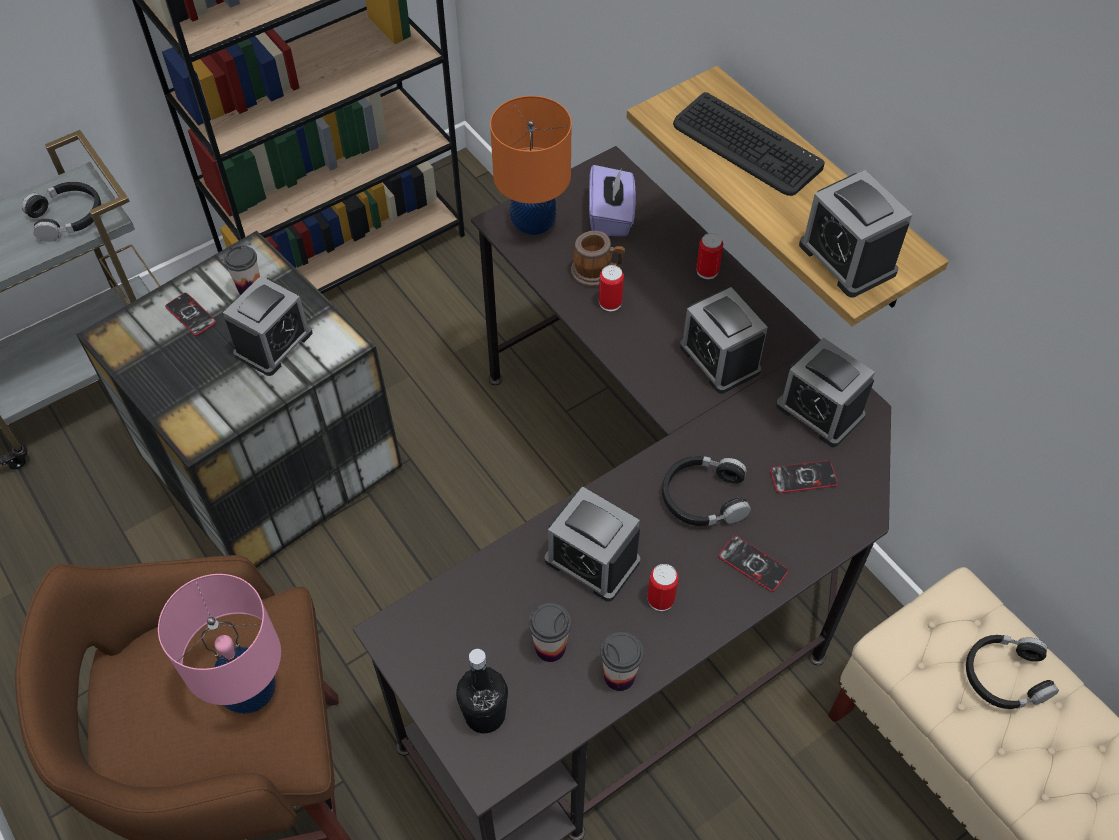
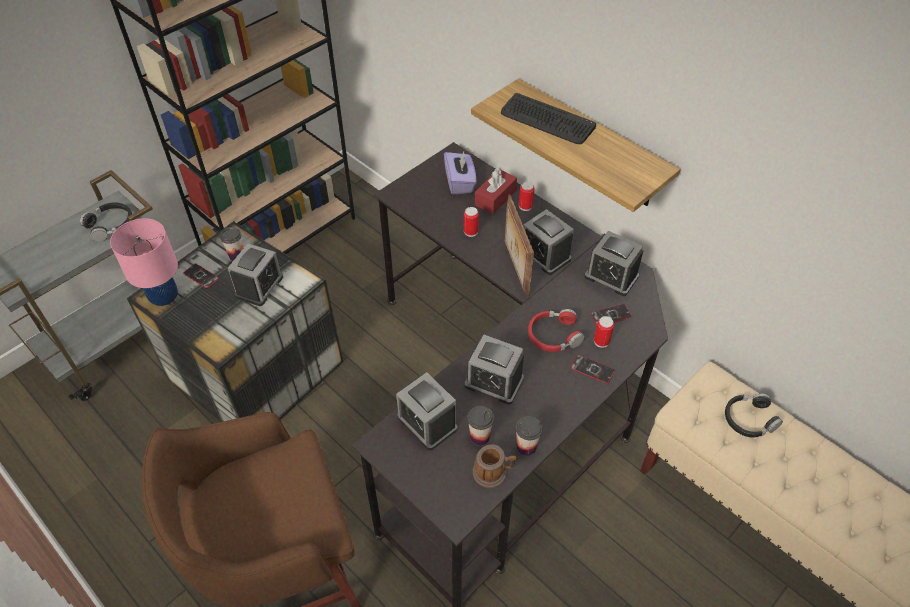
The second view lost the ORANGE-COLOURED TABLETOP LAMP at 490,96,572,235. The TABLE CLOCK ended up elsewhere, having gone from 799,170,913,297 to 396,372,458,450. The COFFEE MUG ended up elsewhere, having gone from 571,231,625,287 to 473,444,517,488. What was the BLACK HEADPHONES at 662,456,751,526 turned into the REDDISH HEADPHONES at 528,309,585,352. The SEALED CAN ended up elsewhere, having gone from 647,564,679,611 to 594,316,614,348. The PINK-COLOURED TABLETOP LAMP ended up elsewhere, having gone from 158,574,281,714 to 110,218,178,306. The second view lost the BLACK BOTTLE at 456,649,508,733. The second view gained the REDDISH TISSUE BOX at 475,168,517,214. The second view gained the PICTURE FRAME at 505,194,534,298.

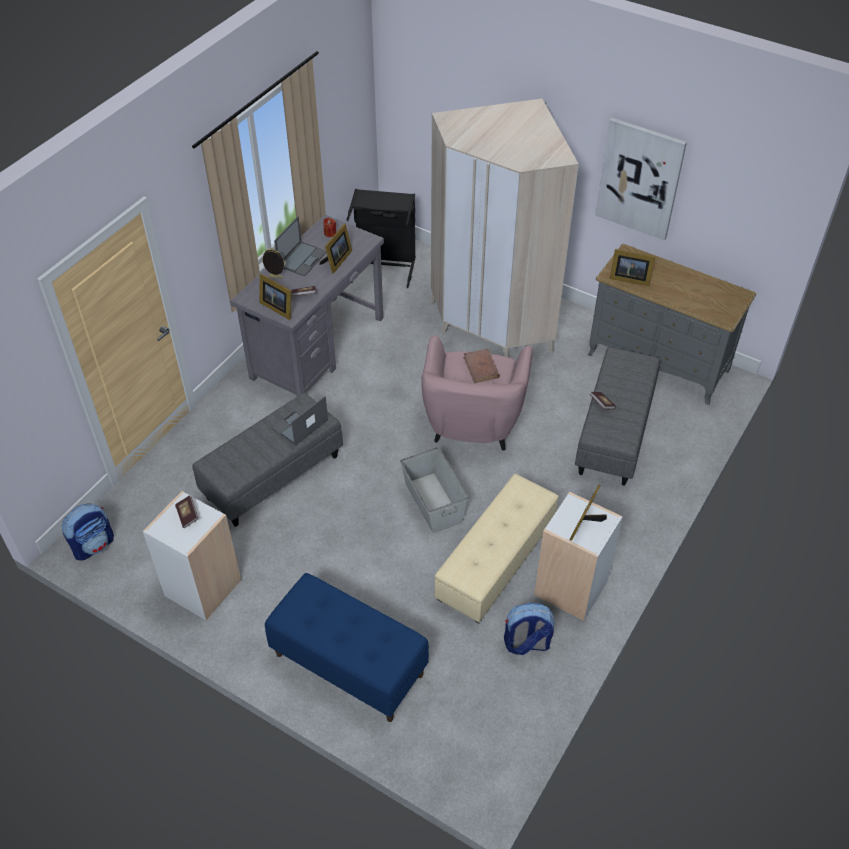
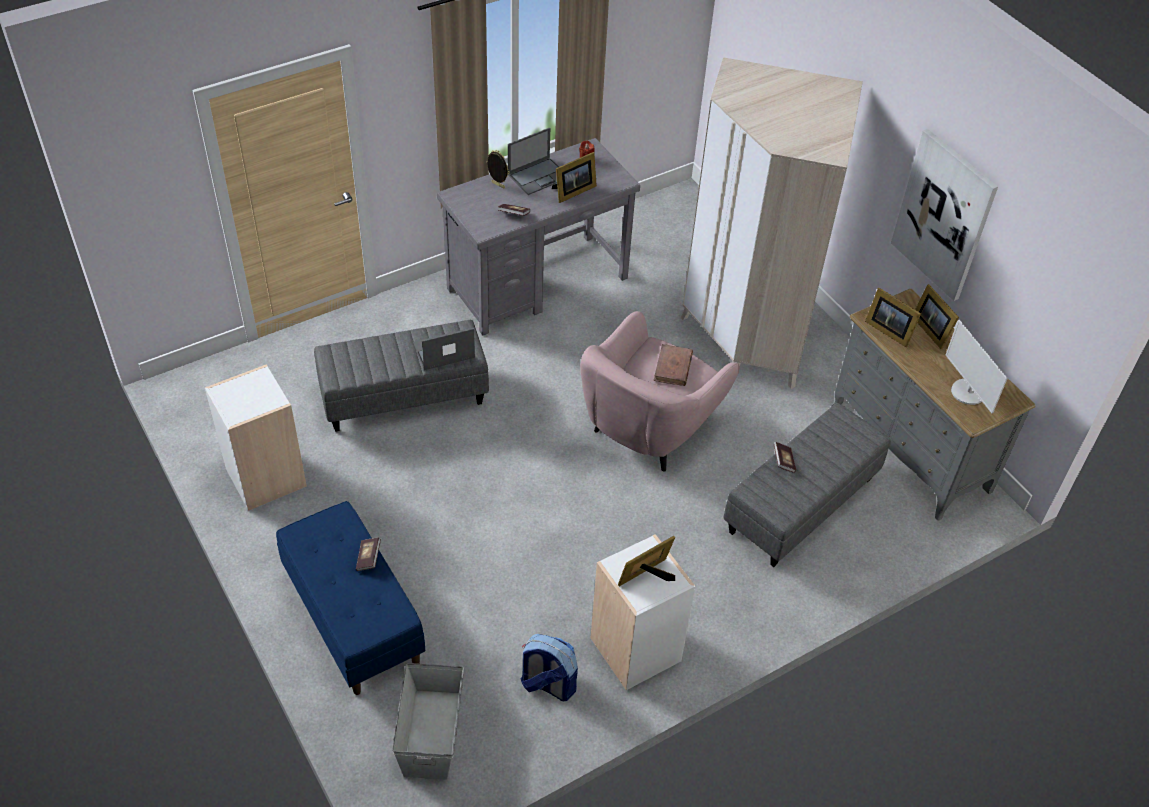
The second view lost the BLACK WASHING BASKET at 346,189,416,288. The PICTURE FRAME ended up elsewhere, having gone from 259,274,291,320 to 915,284,959,349. The GREYISH STORAGE BOX ended up elsewhere, having gone from 400,447,469,533 to 392,663,464,780. The second view lost the BEIGE-COLOURED POUFFE at 435,474,559,623. The BOUND BOOK ended up elsewhere, having gone from 175,495,199,528 to 356,537,381,571. The second view lost the KNAPSACK at 62,504,114,561. The second view gained the MONITOR at 946,320,1008,414.

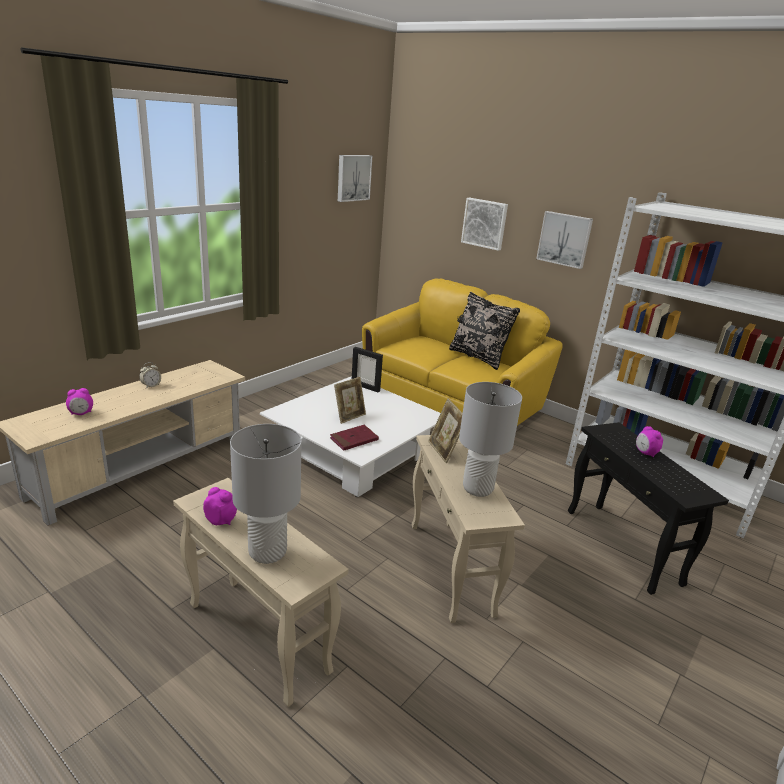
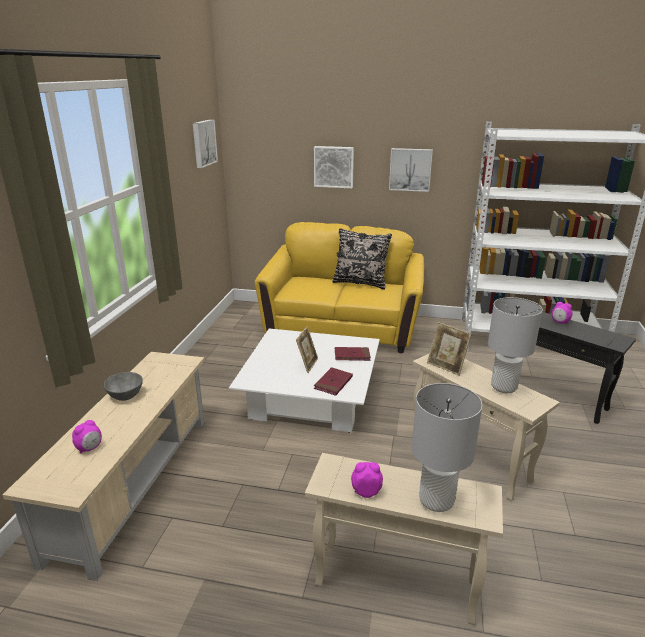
The second view lost the PICTURE FRAME at 352,347,383,392. Where the TABLE CLOCK stood at 139,362,161,389, the GREYISH BOWL came to stand at 104,372,143,401. The second view gained the REDDISH BOUND BOOK at 335,347,371,361.

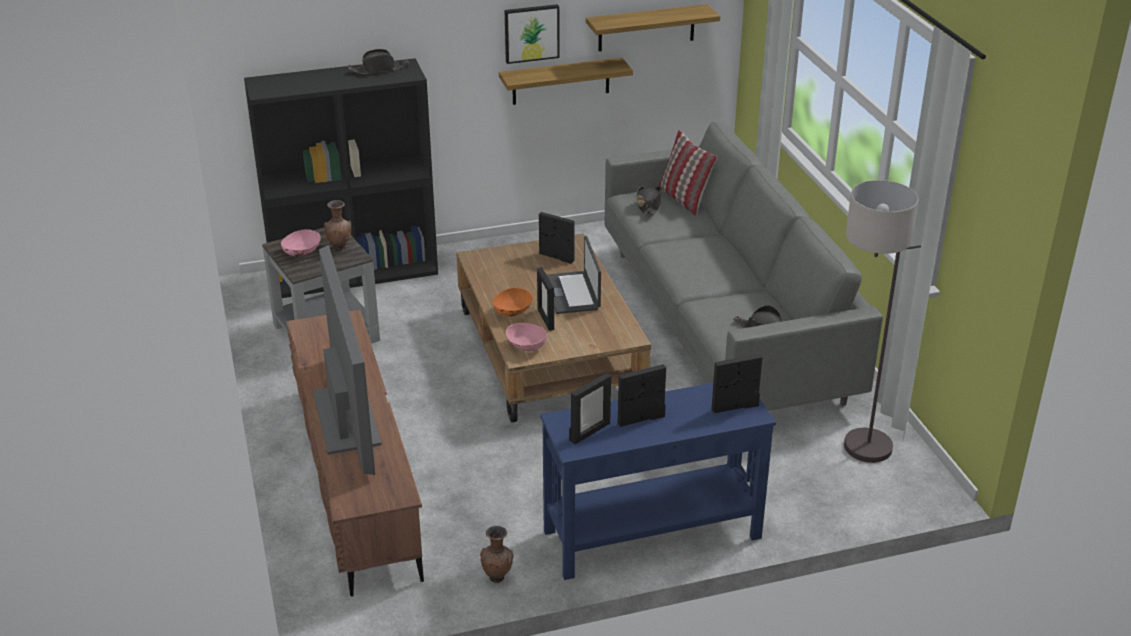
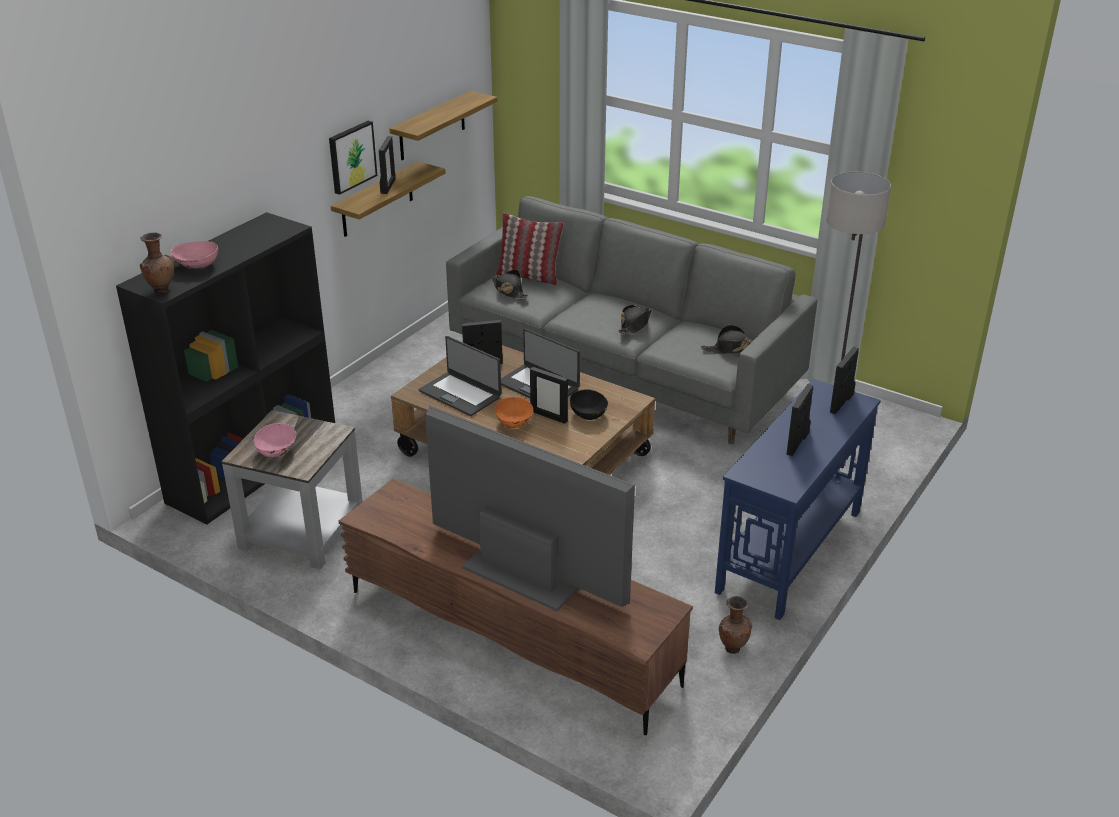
The BLACK CLOTHING HAT ended up elsewhere, having gone from 348,49,410,74 to 618,305,652,334. The BROWN VASE ended up elsewhere, having gone from 324,200,352,251 to 140,232,174,294. The PINK-COLOURED BOWL ended up elsewhere, having gone from 506,323,547,351 to 170,241,218,268. The PICTURE FRAME ended up elsewhere, having gone from 569,373,611,445 to 379,136,396,194. The second view gained the LAPTOP at 419,336,501,416. The second view gained the BLACK BOWL at 570,389,608,420.

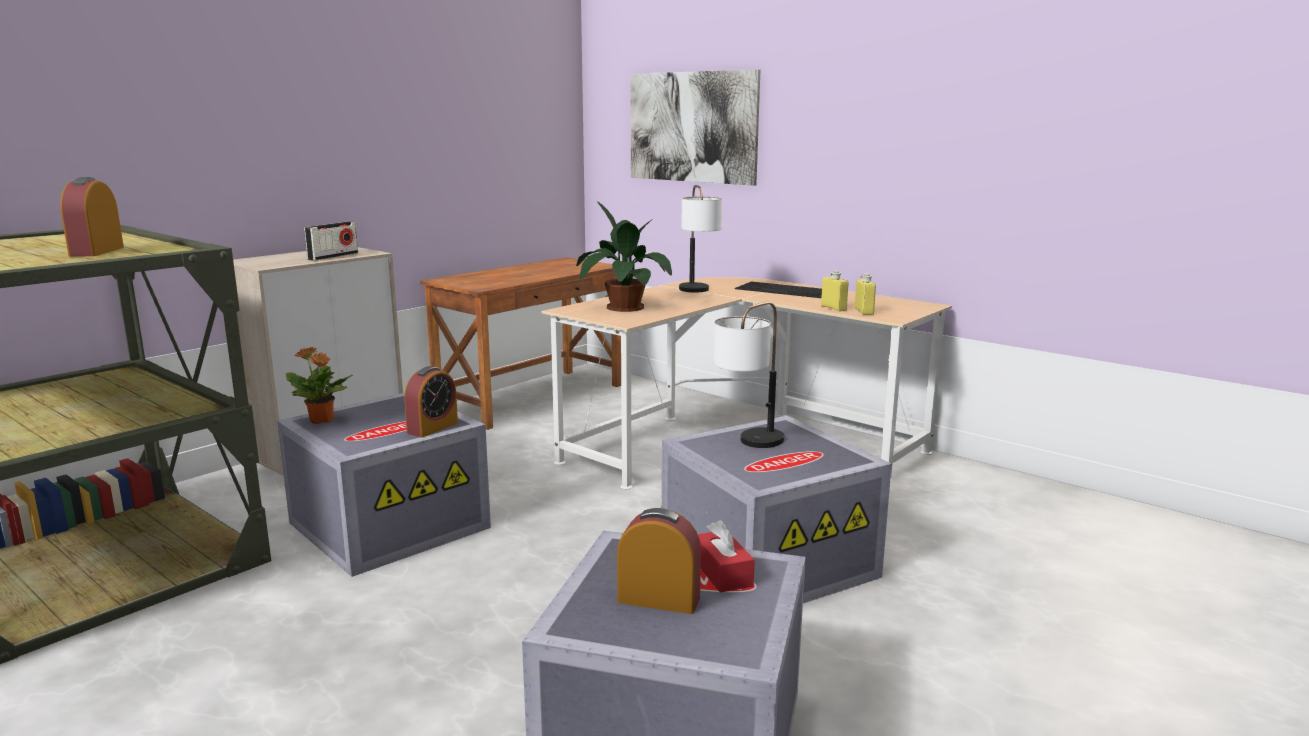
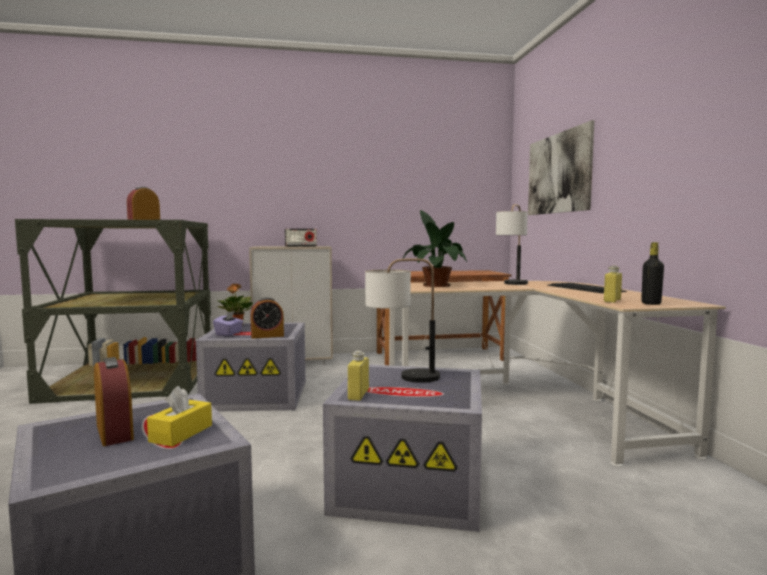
The YELLOWISH BOTTLE ended up elsewhere, having gone from 821,271,849,312 to 348,351,369,401. What was the REDDISH TISSUE BOX at 698,520,755,593 turned into the YELLOWISH TISSUE BOX at 147,386,212,447. The second view gained the BLACK BOTTLE at 641,242,664,305. The second view gained the PURPLE-COLOURED TISSUE BOX at 213,311,244,336.

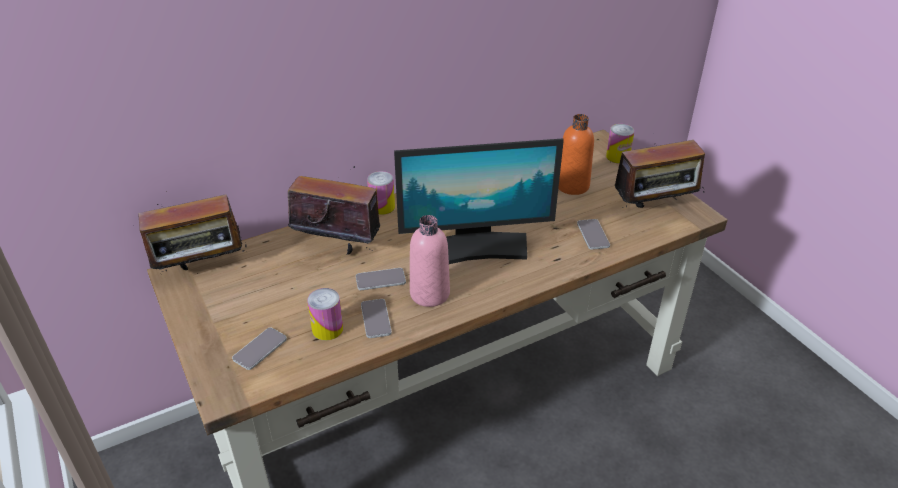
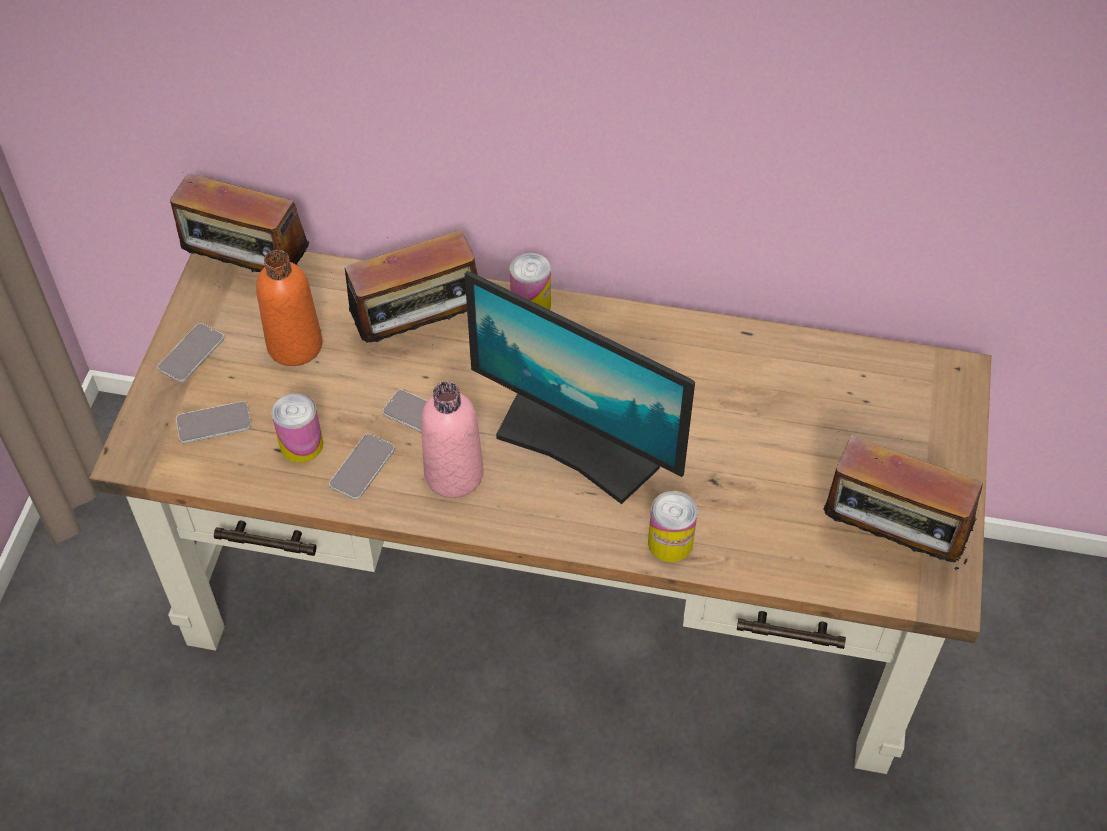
The ORANGE-COLOURED BOTTLE ended up elsewhere, having gone from 558,114,594,195 to 256,250,322,366. The SEALED CAN ended up elsewhere, having gone from 606,124,635,163 to 648,491,698,562. The RADIO RECEIVER at 288,166,380,255 ended up facing another way, 105 degrees clockwise from before. The TELEPHONE ended up elsewhere, having gone from 577,219,610,250 to 158,323,224,382.

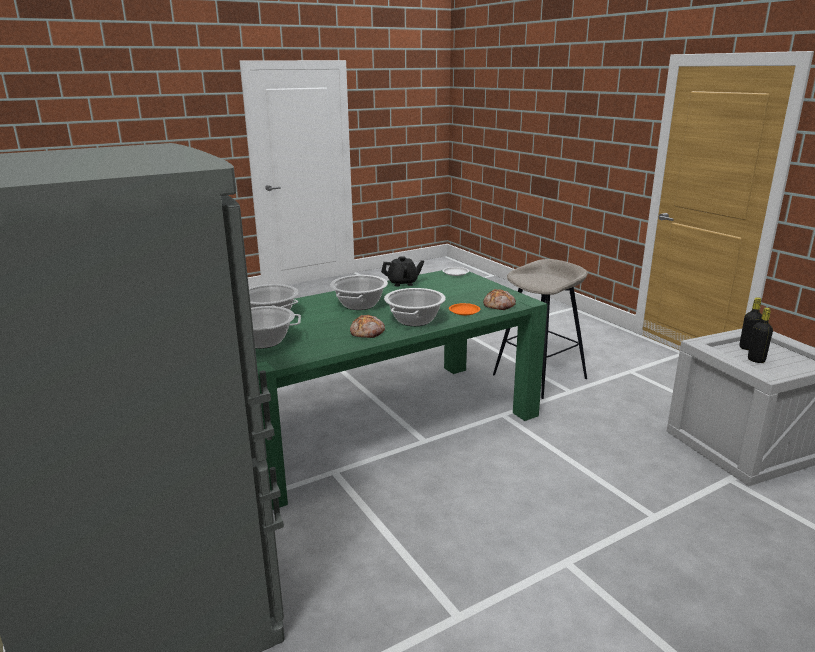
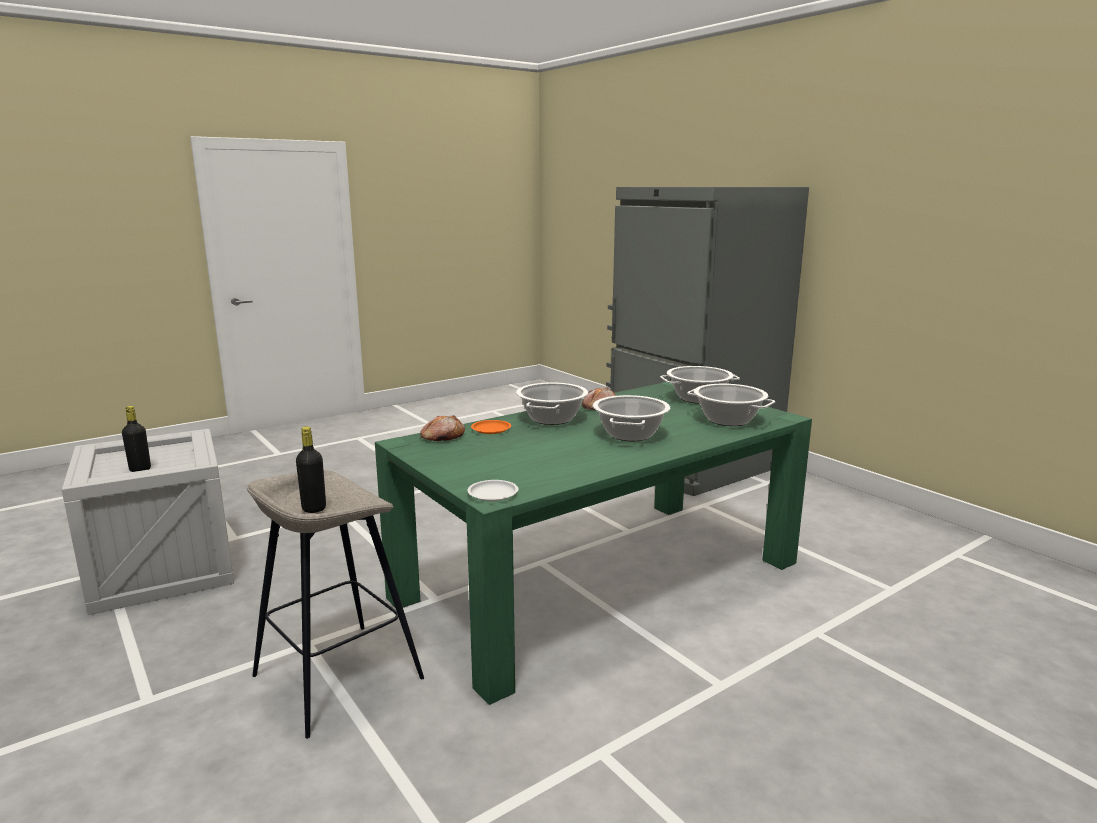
The second view lost the BLACK POT FOR TEA at 381,256,424,287. The BLACK BOTTLE ended up elsewhere, having gone from 748,308,773,363 to 296,426,326,513.

